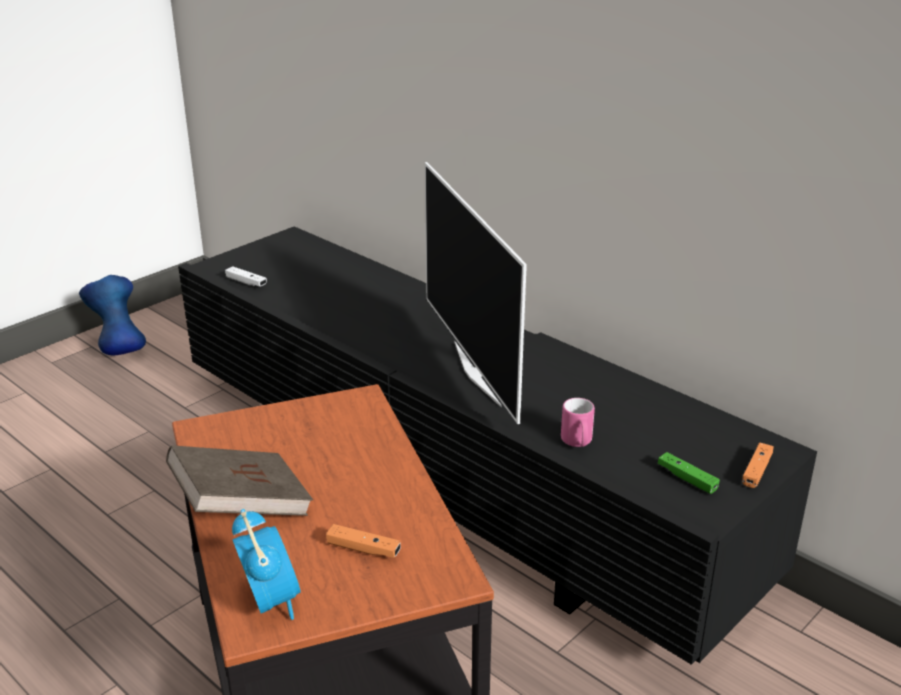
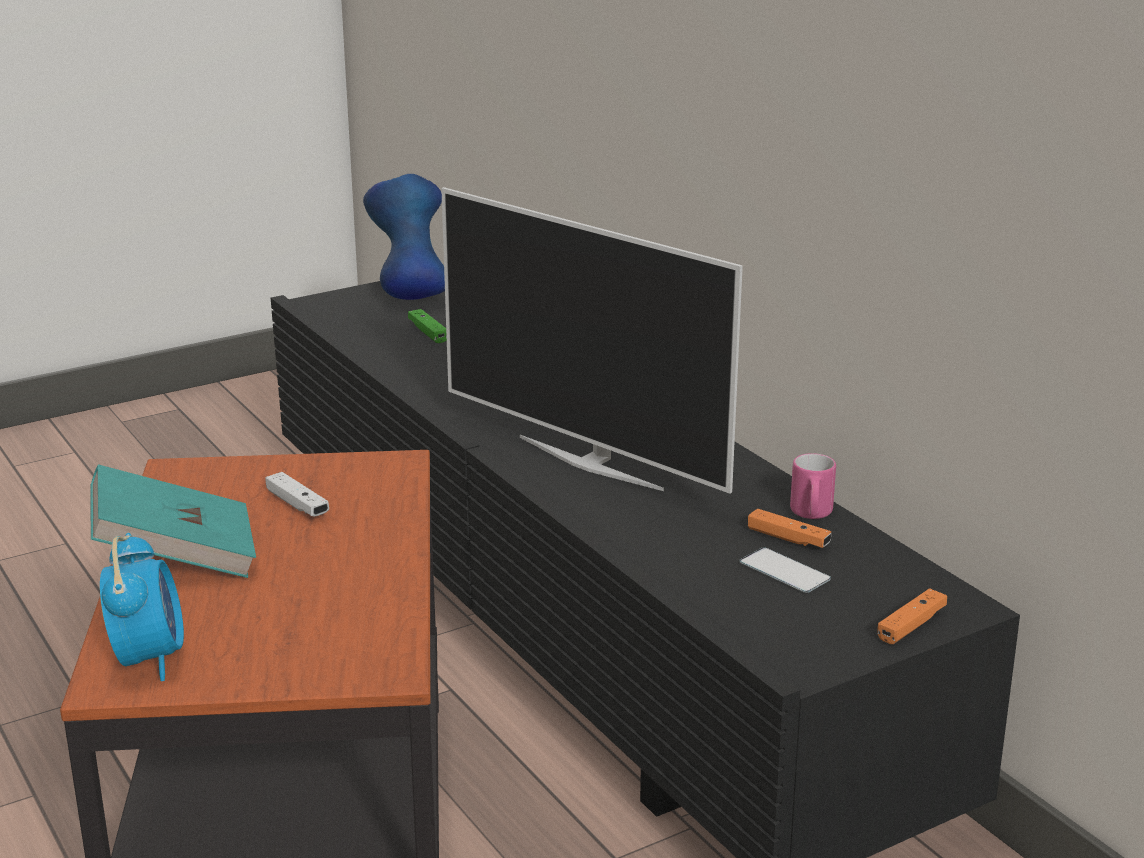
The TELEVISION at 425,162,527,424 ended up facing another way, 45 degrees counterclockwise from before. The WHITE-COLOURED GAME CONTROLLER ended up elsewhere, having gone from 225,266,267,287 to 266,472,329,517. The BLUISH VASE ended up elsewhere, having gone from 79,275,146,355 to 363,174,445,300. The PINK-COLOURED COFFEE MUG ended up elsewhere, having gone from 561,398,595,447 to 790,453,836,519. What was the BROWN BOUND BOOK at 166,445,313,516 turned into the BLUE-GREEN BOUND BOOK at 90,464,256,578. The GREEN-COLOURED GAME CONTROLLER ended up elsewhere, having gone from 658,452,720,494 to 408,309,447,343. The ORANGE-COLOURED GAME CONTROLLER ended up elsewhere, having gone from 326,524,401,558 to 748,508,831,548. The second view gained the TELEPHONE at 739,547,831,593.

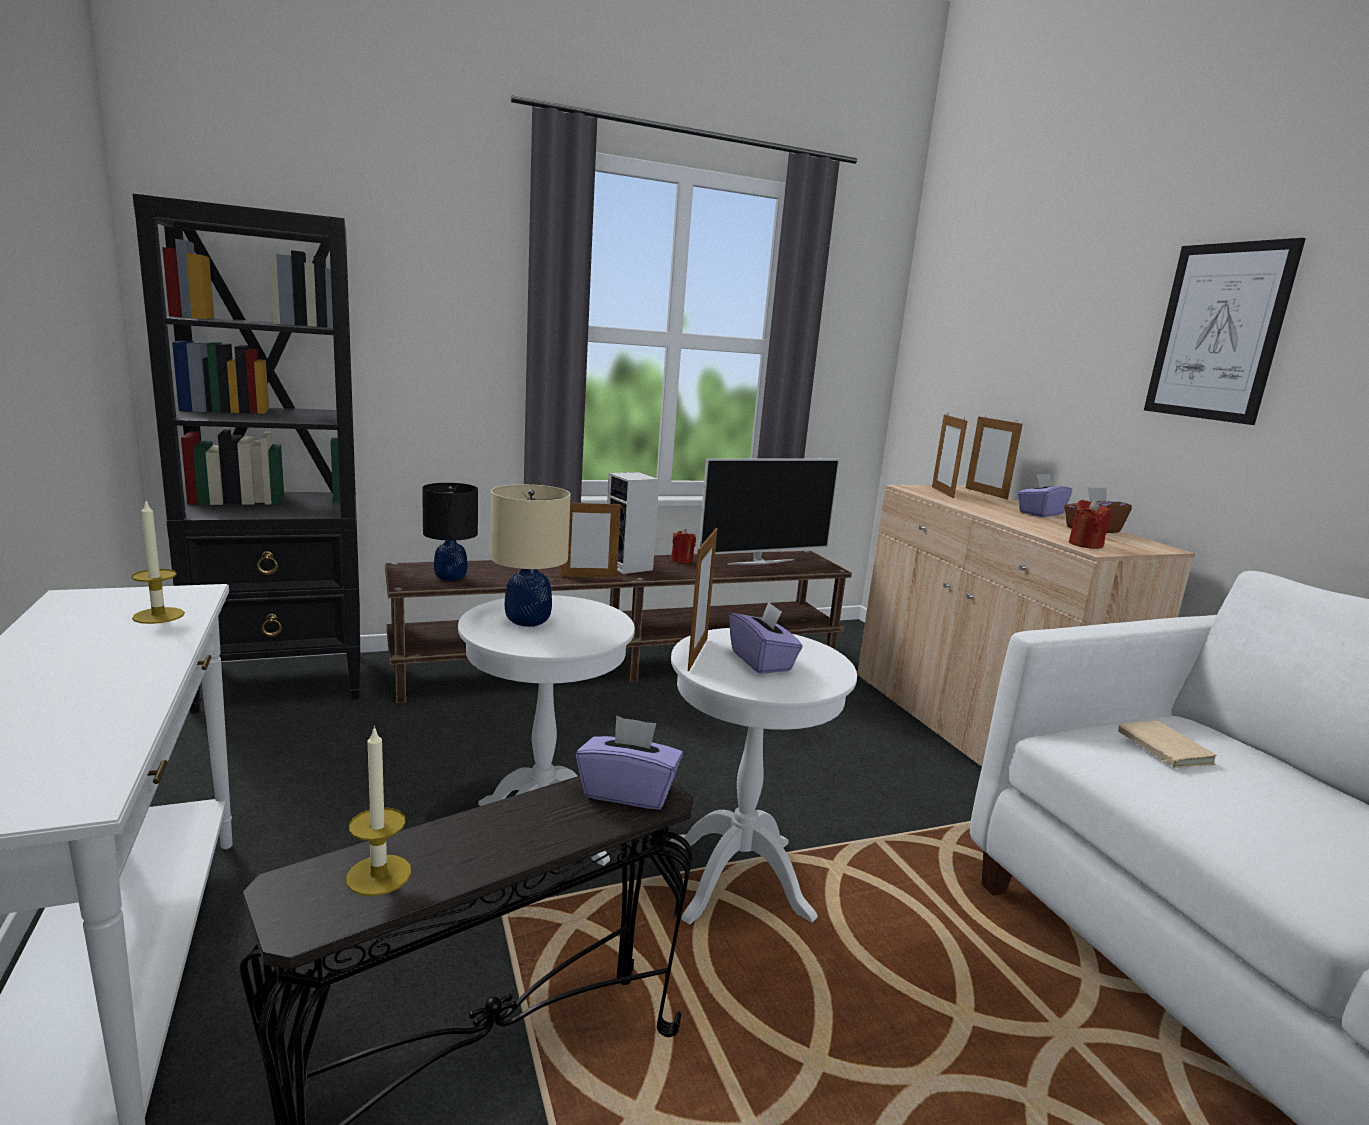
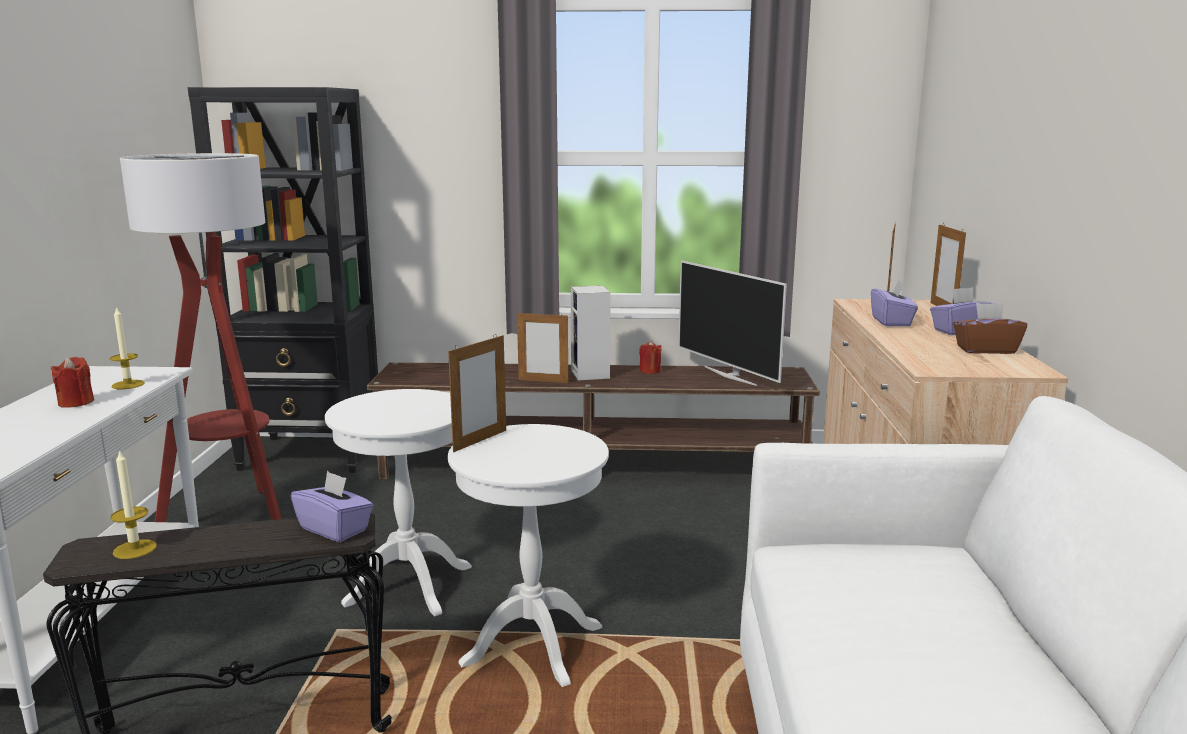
The second view lost the PICTURE at 1144,238,1306,425. The TELEVISION at 698,458,840,565 ended up facing another way, 60 degrees clockwise from before. The second view lost the BLACK TABLETOP LAMP at 422,483,478,581. The second view lost the BEIGE-COLOURED TABLETOP LAMP at 490,484,571,627. The REDDISH CANDLE ended up elsewhere, having gone from 1069,499,1111,549 to 51,357,94,408. The PURPLE-COLOURED TISSUE BOX ended up elsewhere, having gone from 729,602,803,674 to 871,280,918,326. The second view lost the BEIGE-COLOURED BOUND BOOK at 1118,721,1217,768. The second view gained the STANDING LAMP at 120,153,281,522.

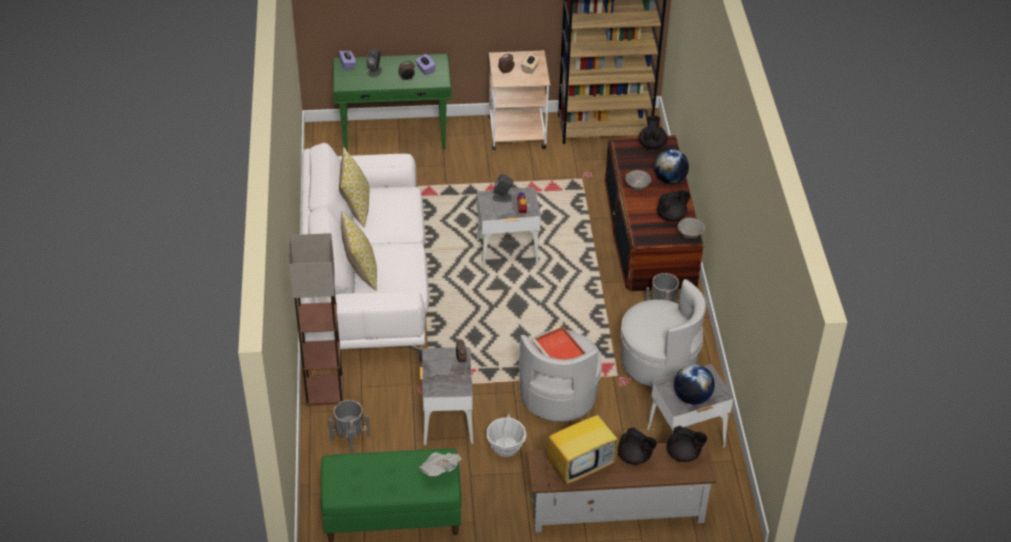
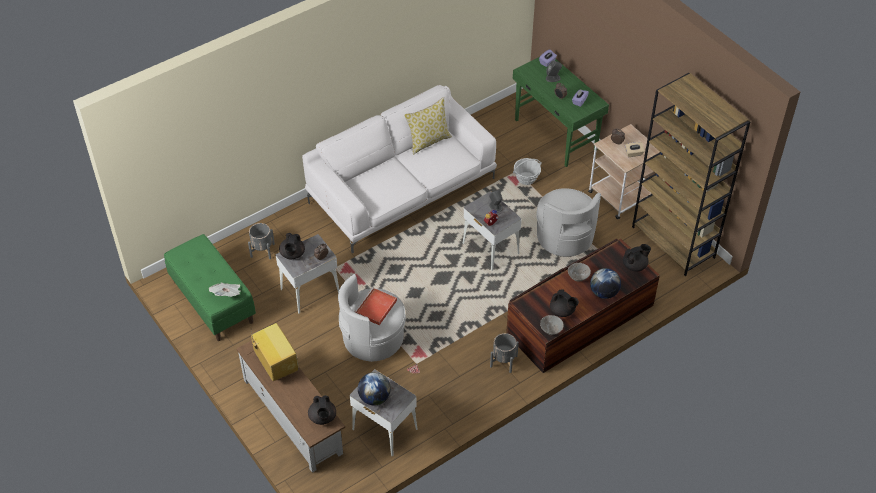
The second view lost the CUSHION at 341,211,377,291. The second view lost the STANDING LAMP at 289,233,344,406. The WHITE-COLOURED LOUNGE CHAIR ended up elsewhere, having gone from 621,279,706,388 to 536,188,601,257. The TELEVISION at 547,402,618,484 ended up facing another way, 150 degrees counterclockwise from before. The HOUSEHOLD BASKET ended up elsewhere, having gone from 487,414,526,457 to 513,158,542,185. The BLACK POT FOR TEA ended up elsewhere, having gone from 618,428,657,465 to 279,233,305,259.

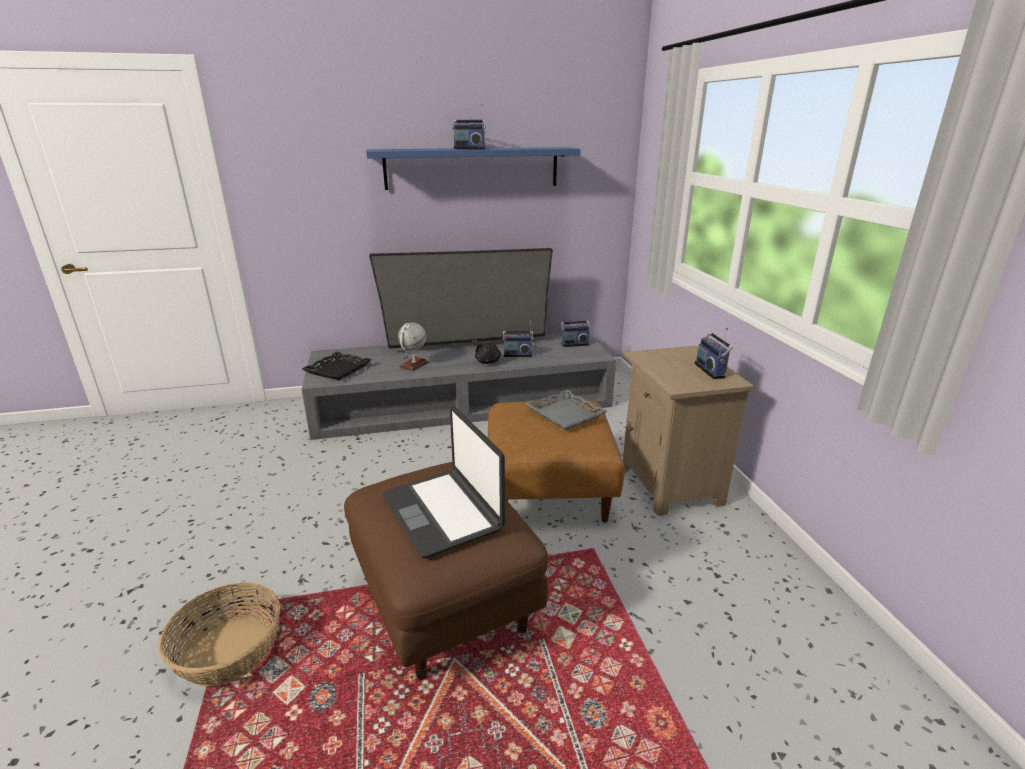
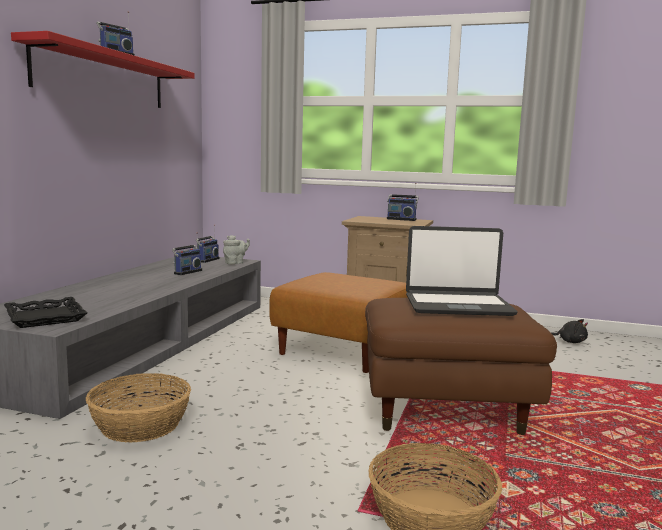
What was the BLUISH BRACKET SHELF at 366,147,581,190 turned into the REDDISH BRACKET SHELF at 11,31,194,108. The second view lost the TELEVISION at 369,248,553,359. The second view lost the DESK GLOBE at 398,322,429,372. The BLACK CUDDLY TOY ended up elsewhere, having gone from 475,343,501,364 to 551,319,588,343. The second view lost the GREYISH SERVING TRAY at 526,389,607,430. The second view gained the GREYISH POT FOR TEA at 223,235,250,264. The second view gained the HOUSEHOLD BASKET at 86,373,191,443.

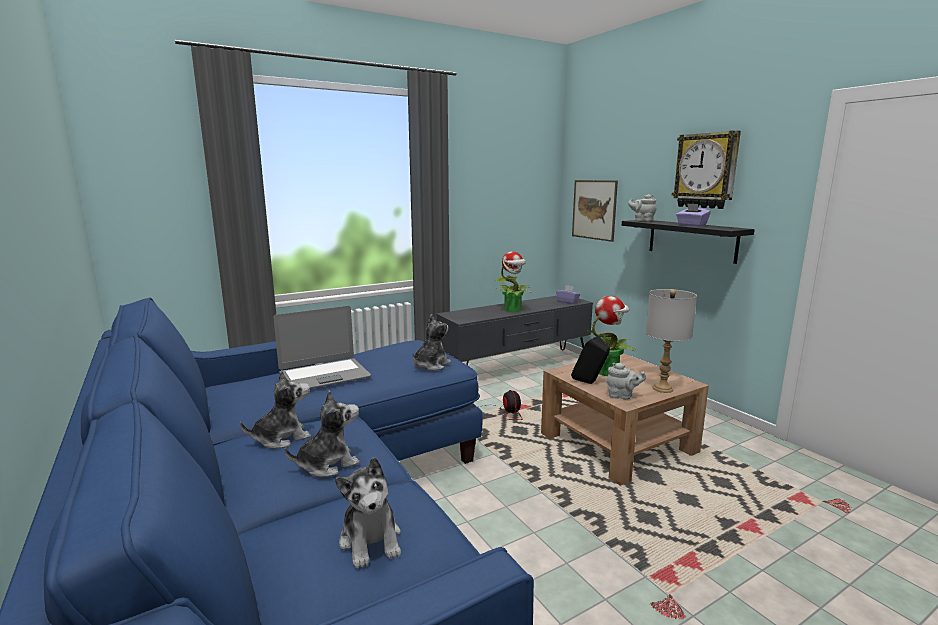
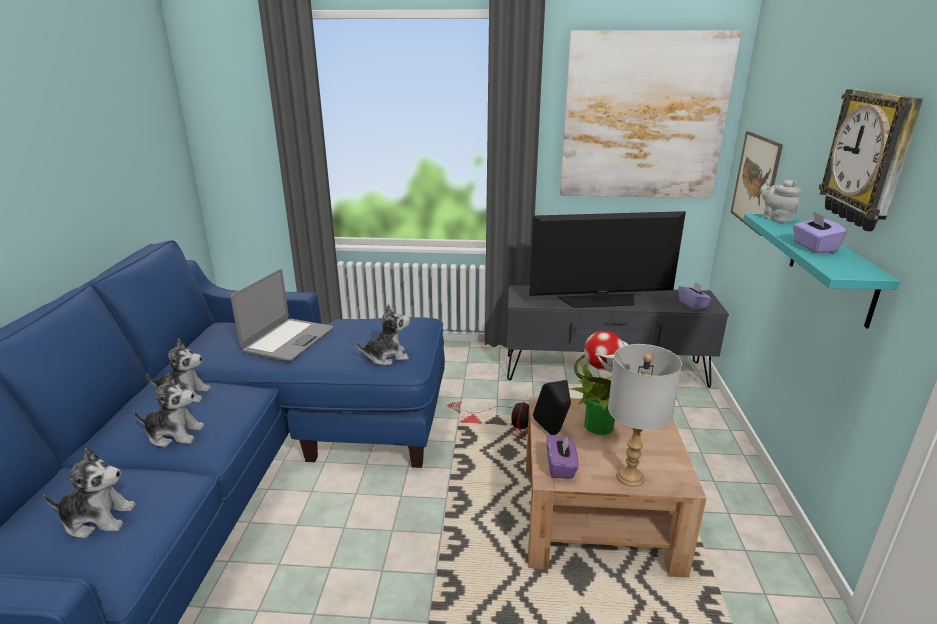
What was the BLACK BRACKET SHELF at 622,220,755,264 turned into the BLUE-GREEN BRACKET SHELF at 743,214,900,328. Where the POTTED PLANT stood at 496,251,532,312, the TELEVISION came to stand at 529,211,686,308. The LAPTOP at 273,306,371,389 ended up facing another way, 75 degrees counterclockwise from before. Where the GREYISH POT FOR TEA stood at 606,363,646,400, the PURPLE-COLOURED TISSUE BOX came to stand at 547,434,578,479. The CUDDLY TOY at 335,457,401,569 ended up facing another way, 105 degrees counterclockwise from before. The second view gained the PICTURE at 560,30,742,198.

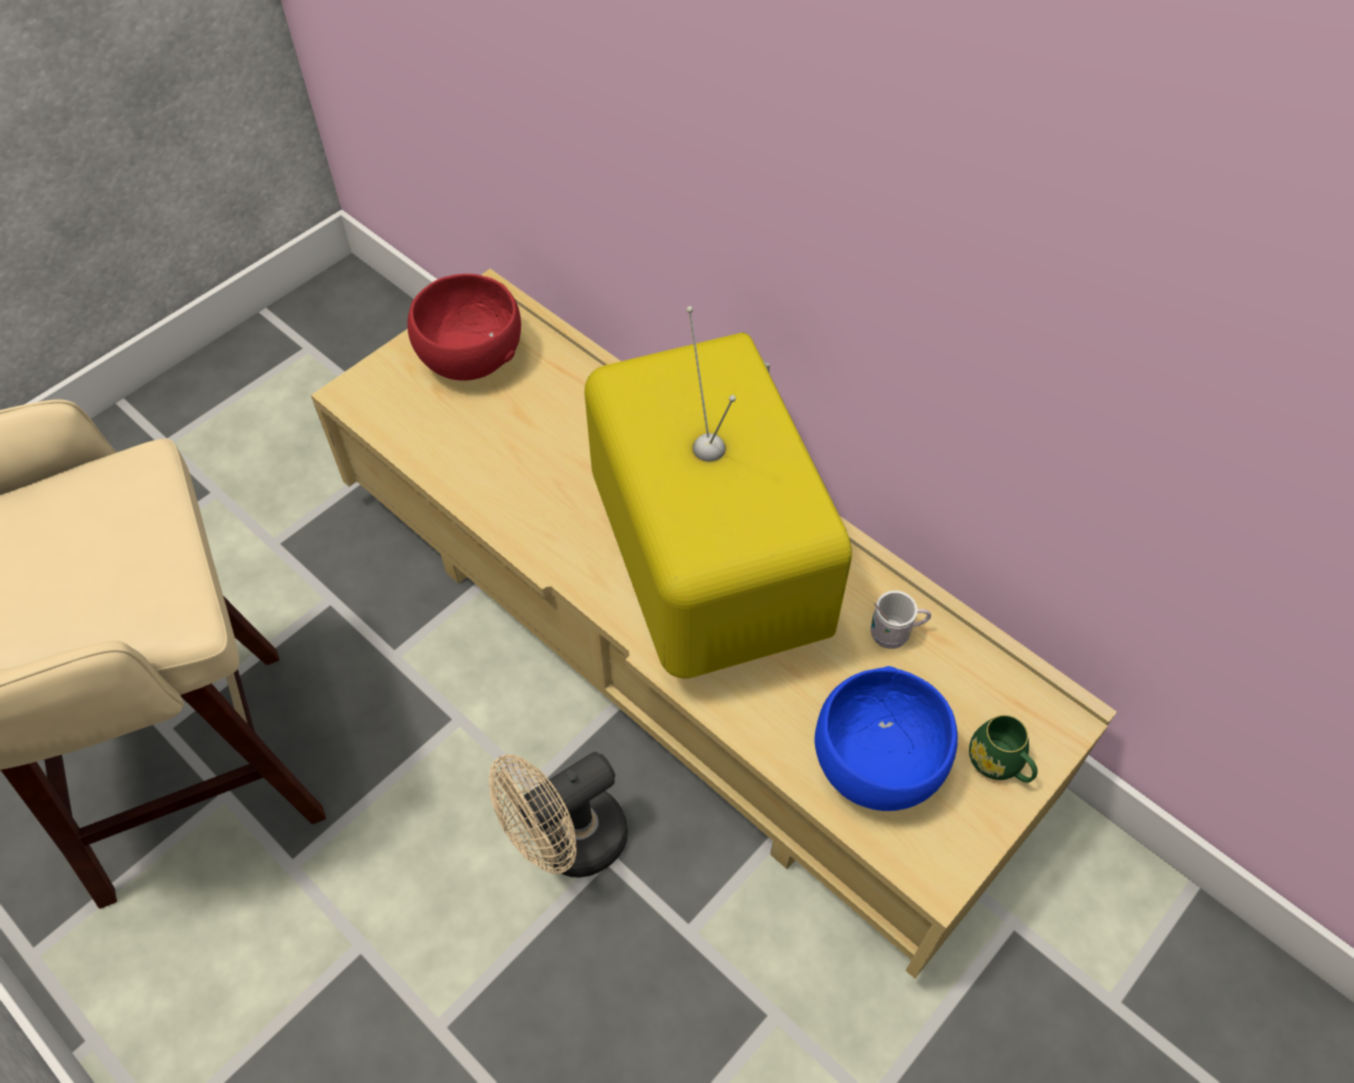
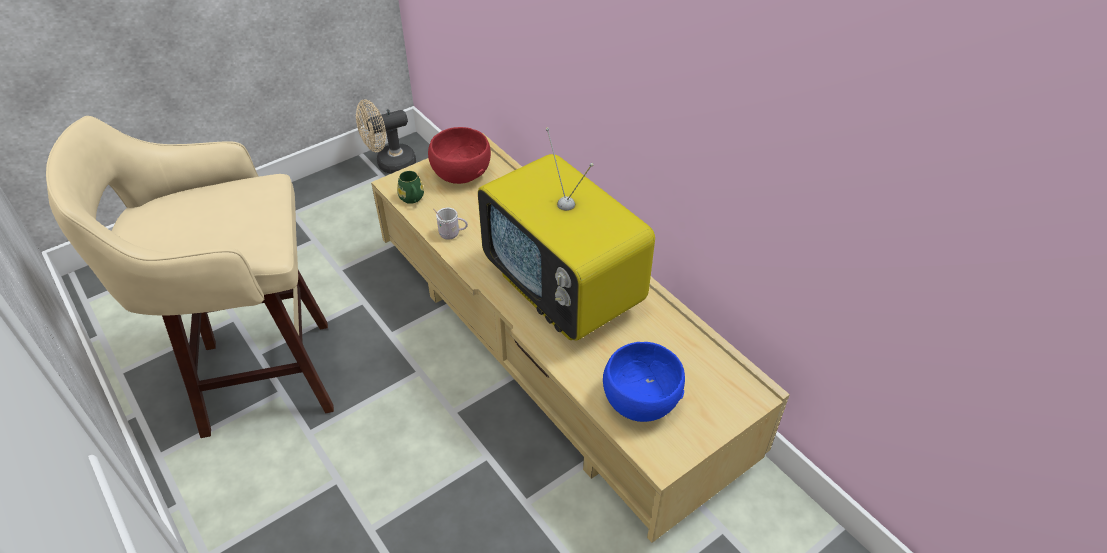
The TELEVISION at 584,306,852,679 ended up facing another way, 150 degrees clockwise from before. The WHITE-COLOURED COFFEE MUG ended up elsewhere, having gone from 871,591,931,649 to 433,207,468,240. The GREEN-COLOURED COFFEE MUG ended up elsewhere, having gone from 969,715,1038,783 to 397,171,424,204. The BEIGE-COLOURED COOLING FAN ended up elsewhere, having gone from 489,752,628,878 to 356,99,416,173.

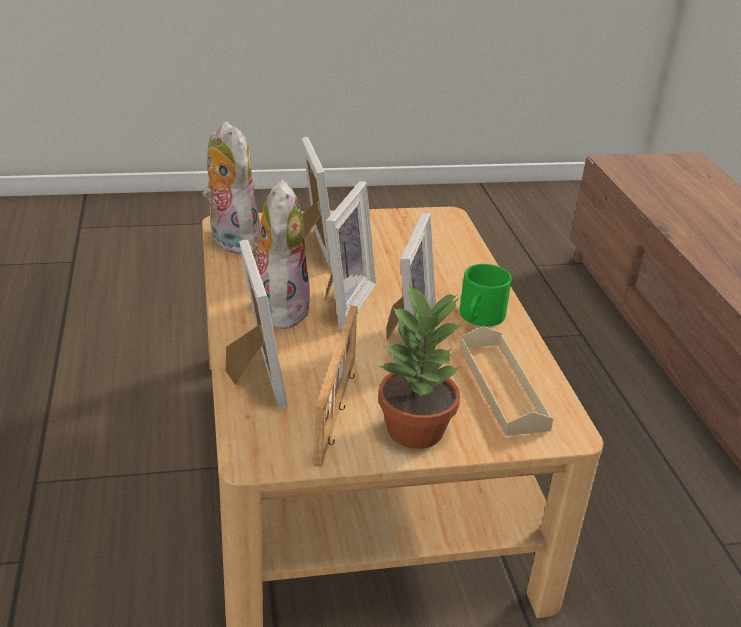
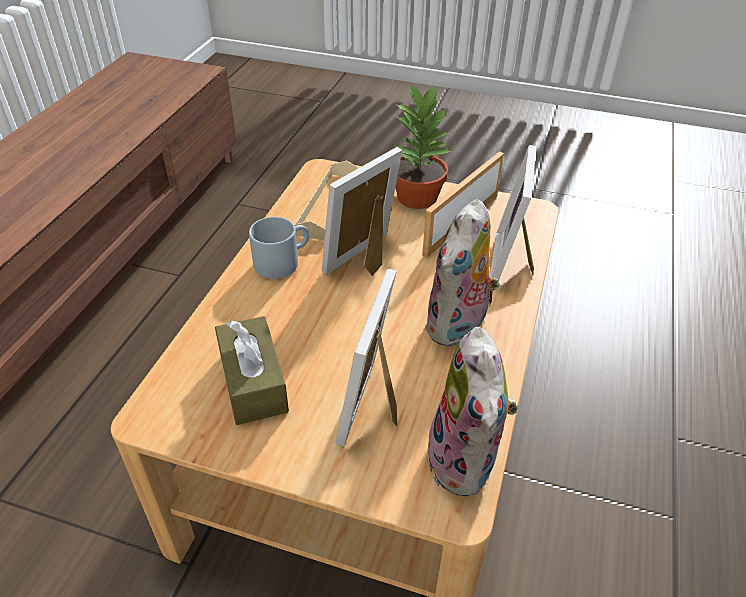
The second view lost the PICTURE FRAME at 324,181,376,329. What was the GREEN-COLOURED COFFEE MUG at 460,264,512,326 turned into the GREYISH COFFEE MUG at 249,217,309,279. The second view gained the BROWN TISSUE BOX at 215,316,289,425.

